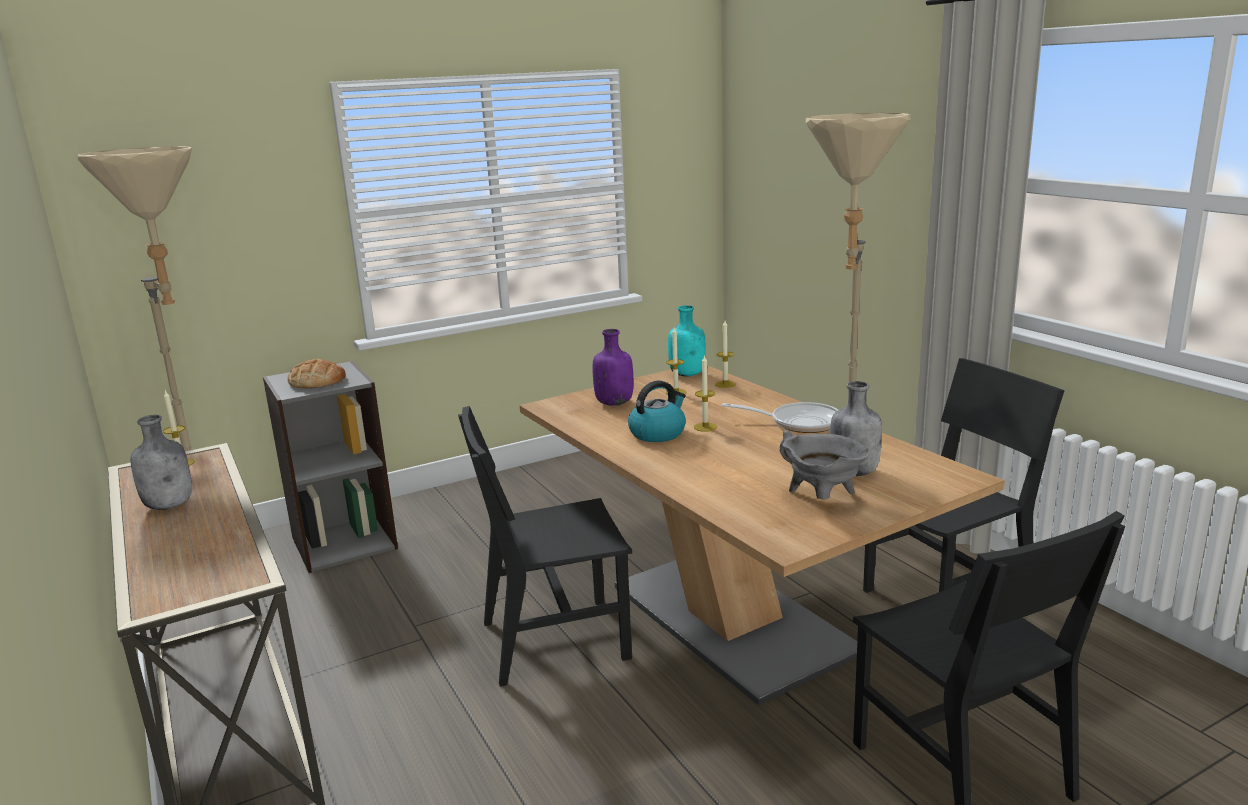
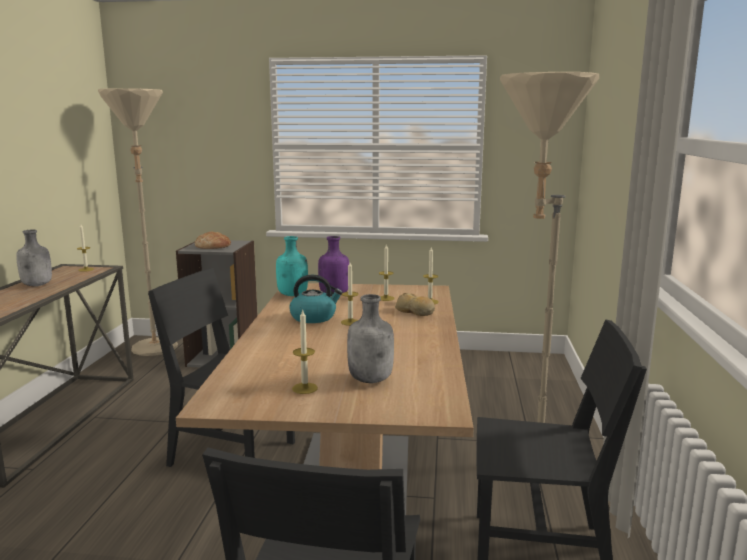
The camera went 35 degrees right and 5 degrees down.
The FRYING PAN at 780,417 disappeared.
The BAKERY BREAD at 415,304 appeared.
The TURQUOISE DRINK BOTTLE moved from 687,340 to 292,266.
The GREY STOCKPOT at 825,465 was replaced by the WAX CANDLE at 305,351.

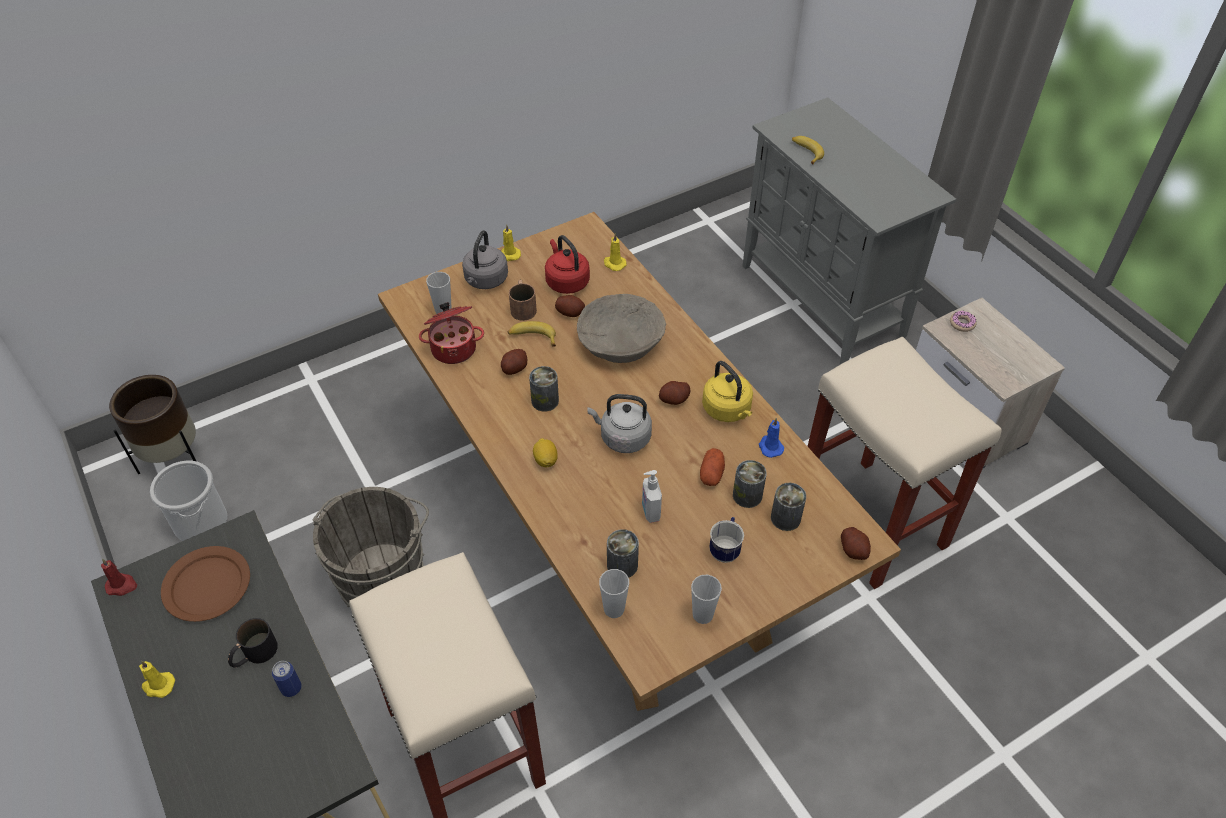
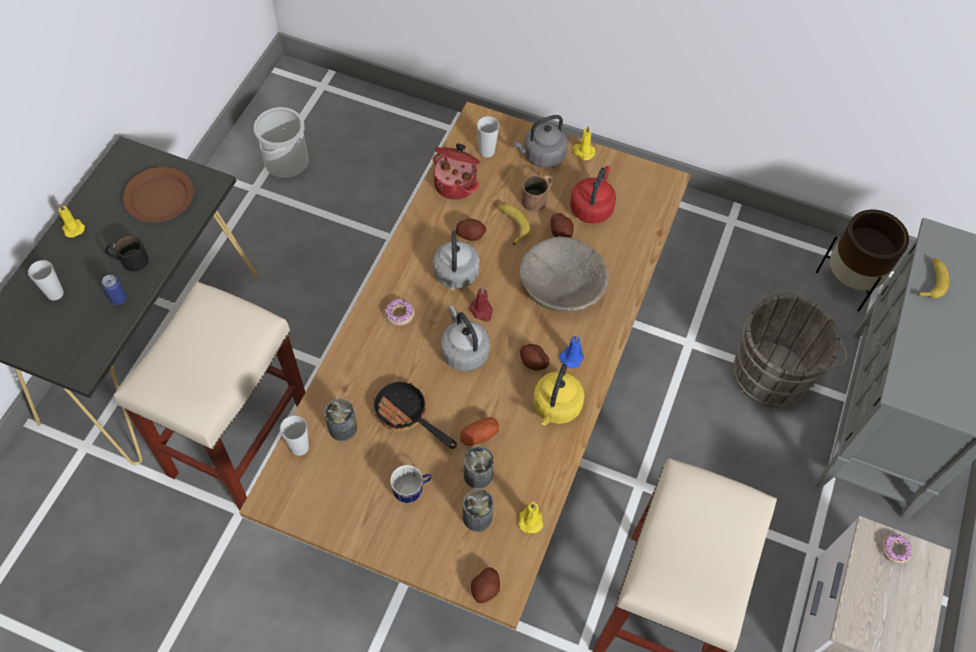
The camera went 50 degrees right and 10 degrees up.
The RED-COLOURED WAX CANDLE moved from 119,577 to 481,304.
The BROWN FLOWER POT moved from 152,424 to 862,260.
The GREY PAIL moved from 371,547 to 790,349.
The YELLOWISH WAX CANDLE moved from 615,252 to 530,517.
The SMALL CUP moved from 706,599 to 46,280.
The BLUE WAX CANDLE moved from 772,438 to 572,351.
The SEALED CAN at 544,389 was replaced by the GREY WATER KETTLE at 456,260.
The WHOLE LEMON at 545,452 was replaced by the DOUGHNUT at 400,312.
The SOAP BOTTLE at 652,496 was replaced by the FRYING PAN at 414,414.

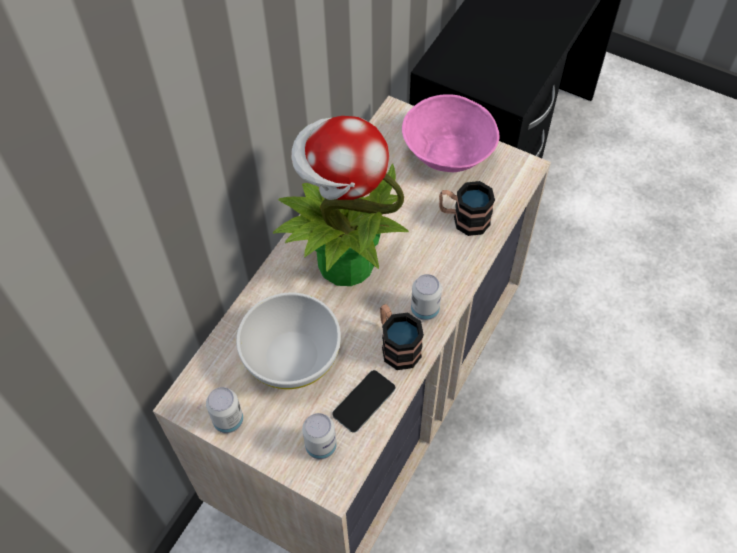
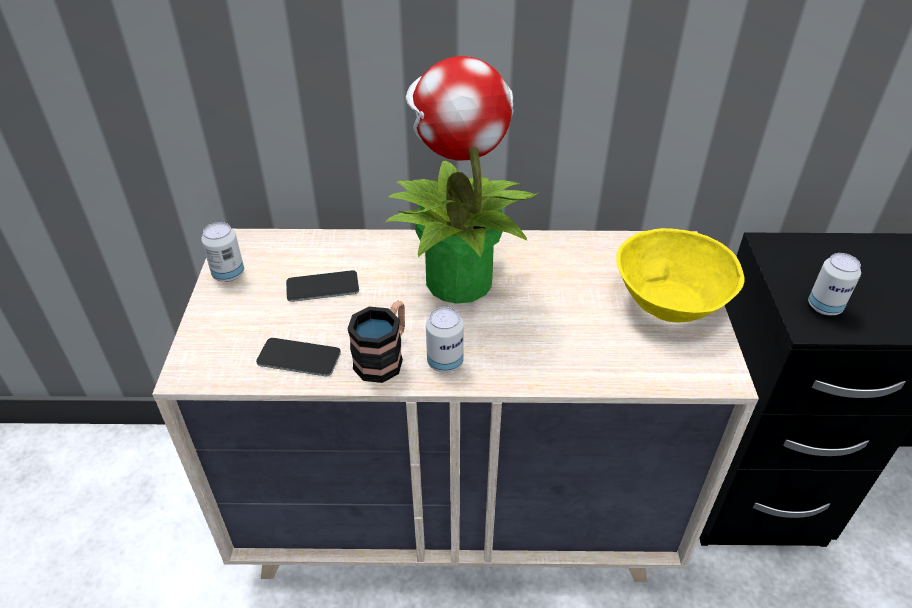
The camera went 60 degrees right and 15 degrees down.
The MUG at 467,208 disappeared.
The SEALED CAN moved from 319,436 to 834,284.
The WHITE-COLOURED SERVING BOWL at 288,341 was replaced by the PHONE at 322,286.
The PINK SERVING BOWL at 450,133 became the YELLOWISH SERVING BOWL at 680,275.

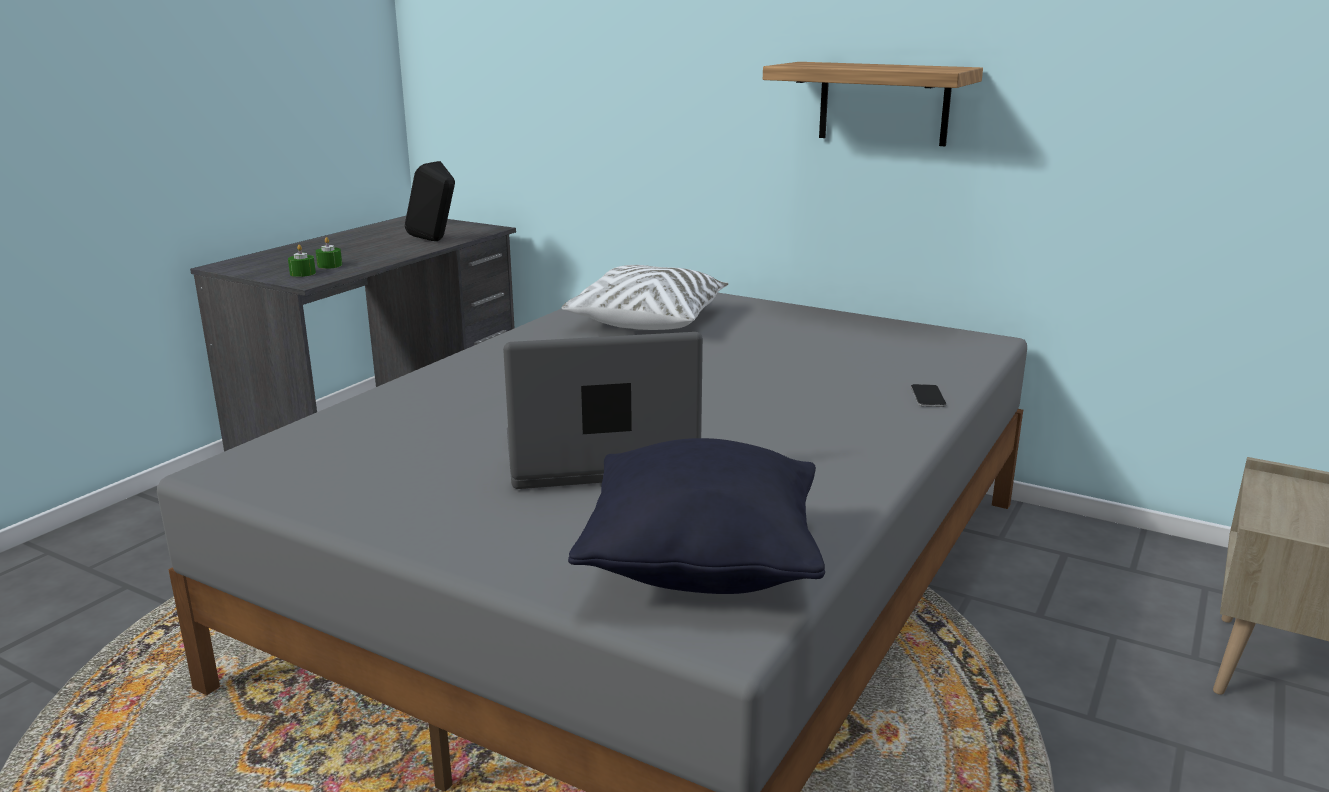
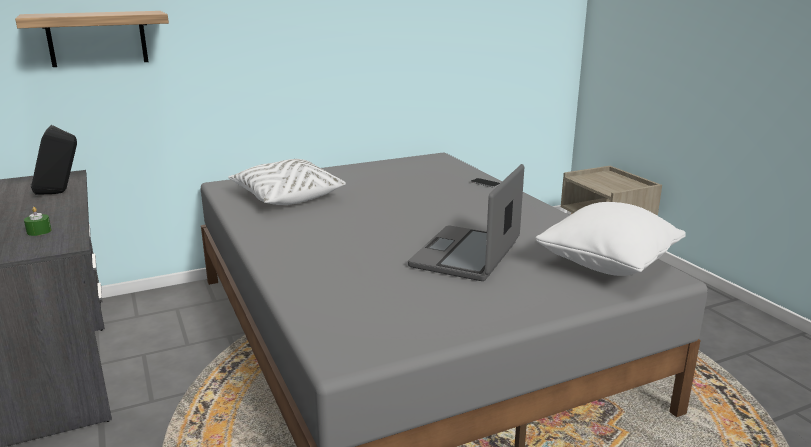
The camera went 55 degrees left and 0 degrees up.
The GREENISH WAX CANDLE at 302,260 disappeared.
The BRACKET SHELF moved from 873,104 to 92,39.
The BLACK CUSHION at 696,516 became the WHITE-COLOURED CUSHION at 611,239.

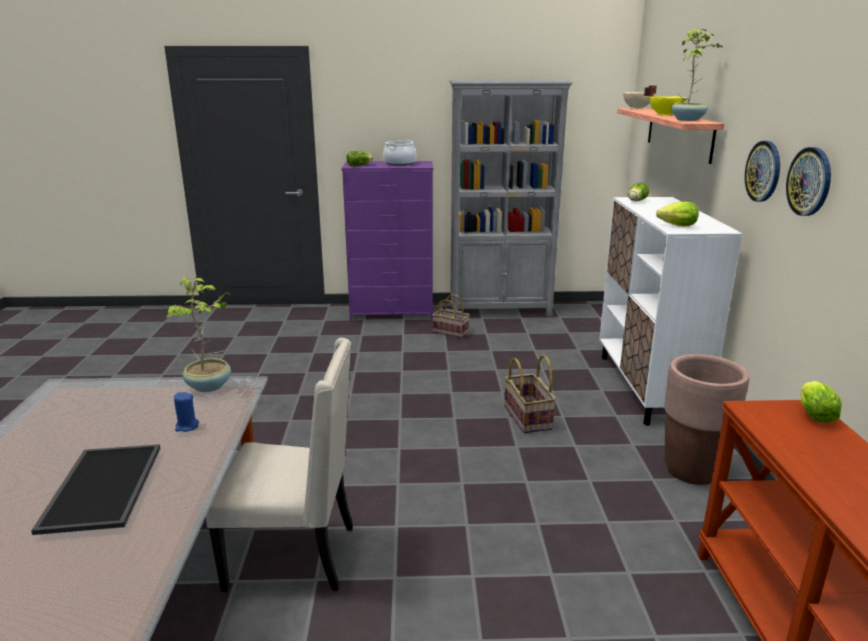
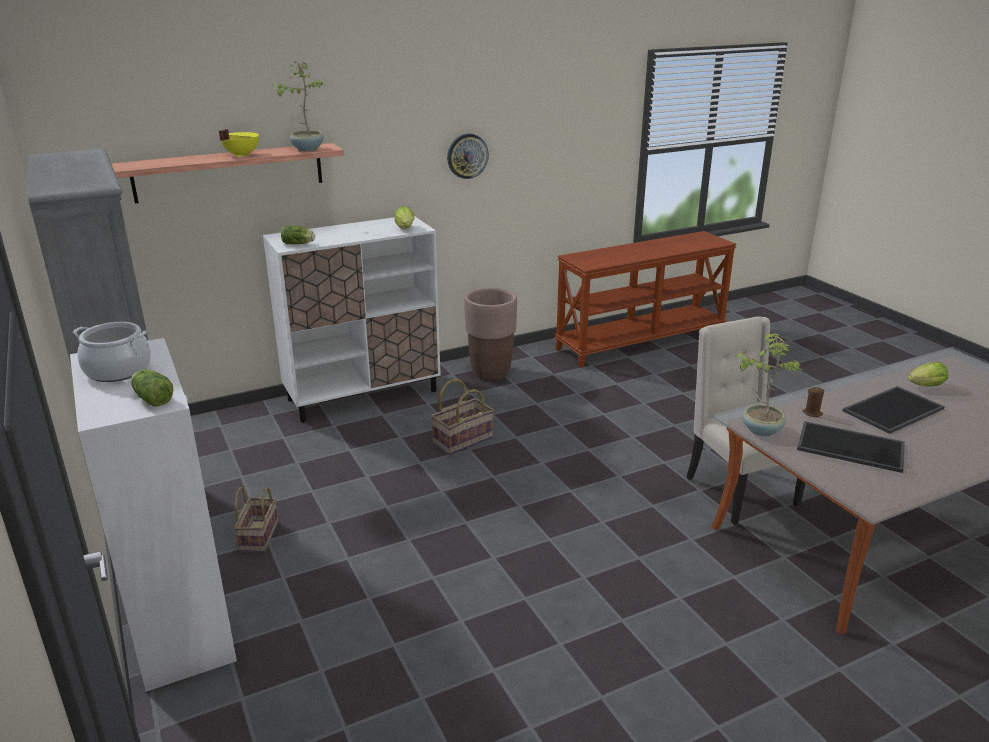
The camera went 115 degrees left and 5 degrees up.
The BEIGE STOCKPOT at 640,97 disappeared.
The HANGING CLOCK at 762,171 disappeared.
The CARRYING TRAY at 851,447 appeared.
The LETTUCE moved from 821,402 to 928,374.
The BLUE WAX CANDLE at 186,412 became the BROWN WAX CANDLE at 813,402.
The PURPLE CHEST OF DRAWERS at 387,241 became the WHITE-COLOURED CHEST OF DRAWERS at 153,515.

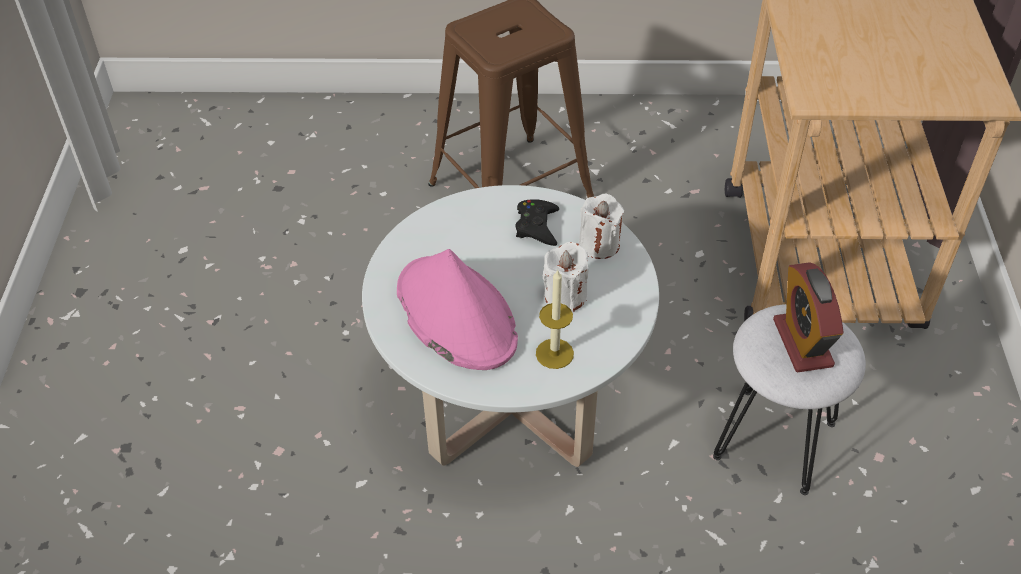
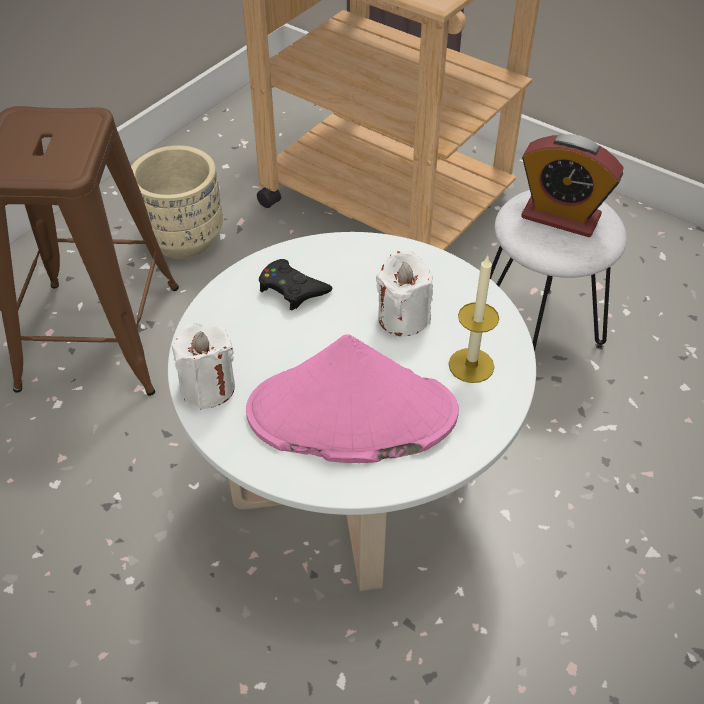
The camera went 55 degrees left and 0 degrees up.
The BEIGE FLOWER POT at 177,202 appeared.
The WHITE-COLOURED WAX CANDLE moved from 601,226 to 203,366.

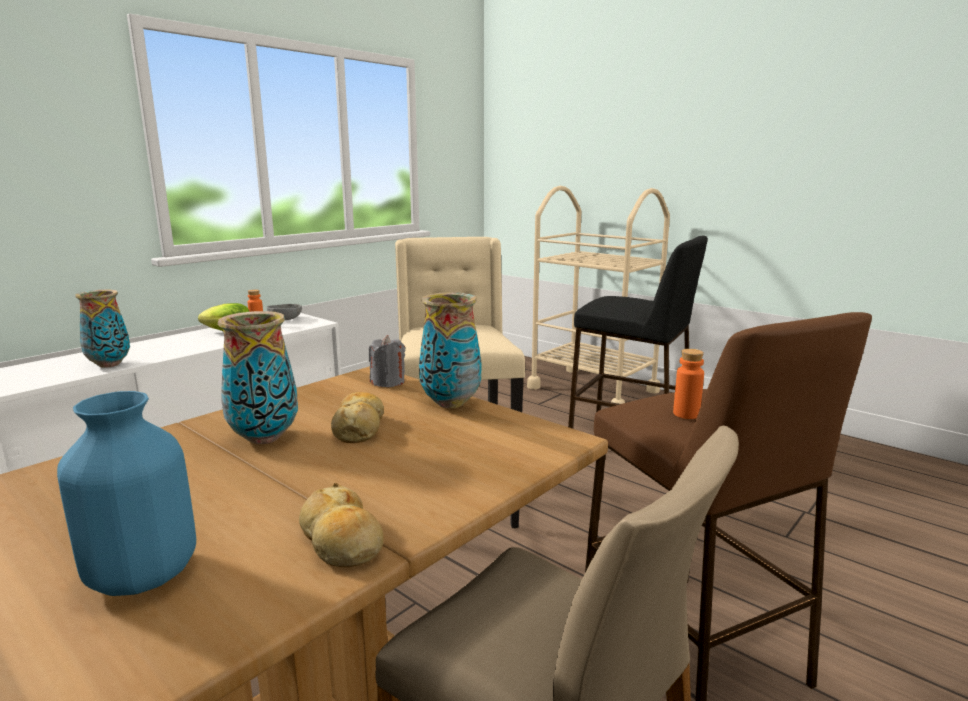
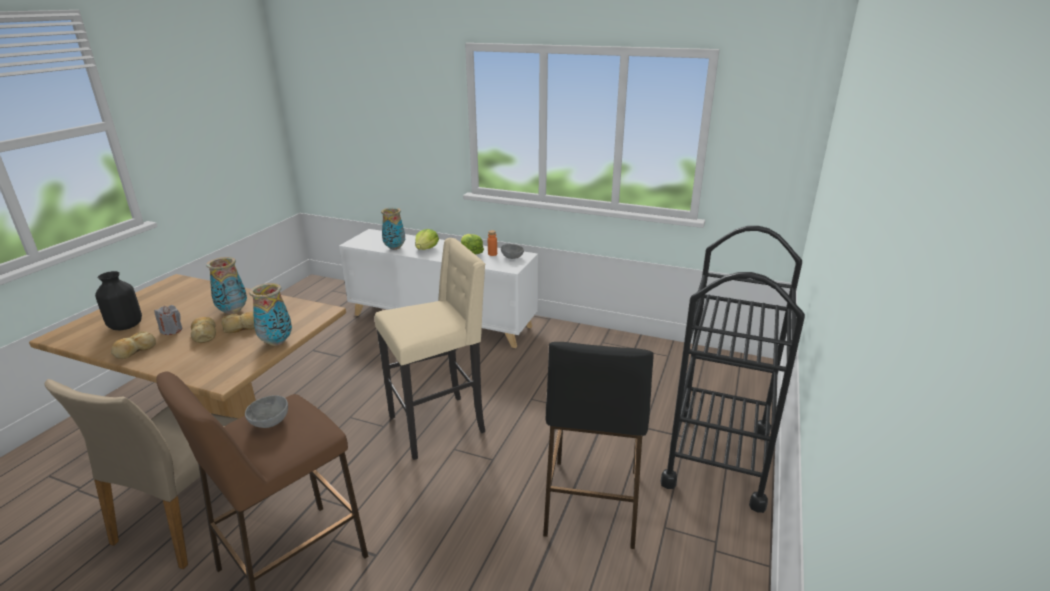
The camera went 70 degrees right and 10 degrees up.
The BAKERY BREAD at 203,330 appeared.
The LETTUCE at 427,239 appeared.
The GREY WAX CANDLE moved from 387,361 to 168,320.
The ORANGE DRINK BOTTLE at 688,384 was replaced by the GREY SERVING BOWL at 266,411.
The BLUE FLOWER VASE at 126,493 became the BLACK FLOWER VASE at 118,300.
The BEIGE CART at 598,295 became the BLACK CART at 733,369.

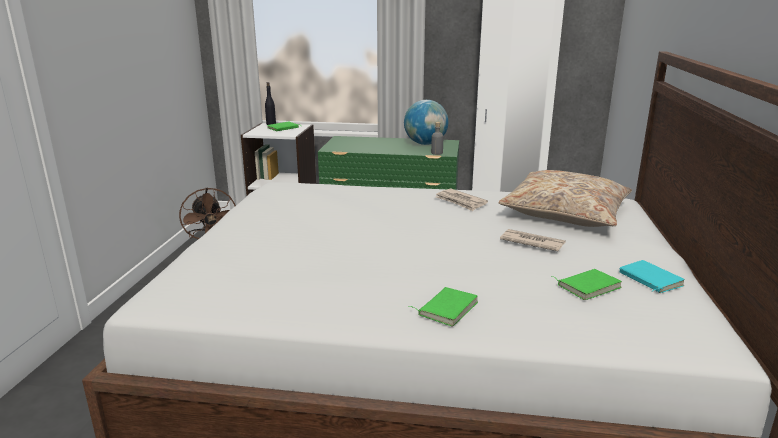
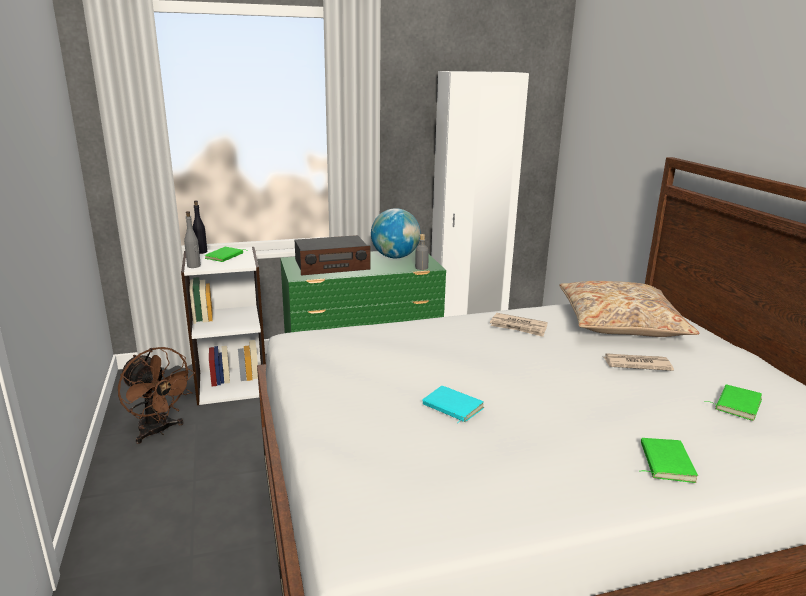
The camera went 25 degrees left and 0 degrees up.
The GREY DRINK BOTTLE at 192,239 appeared.
The RADIO RECEIVER at 333,255 appeared.
The TURQUOISE BOUND BOOK moved from 652,276 to 453,404.

